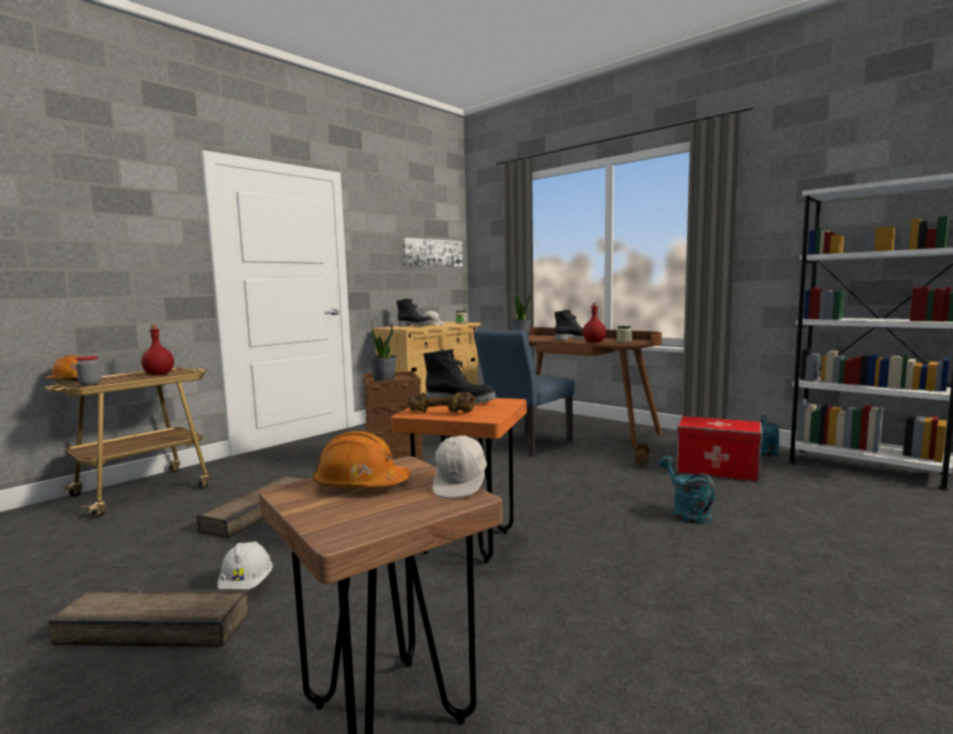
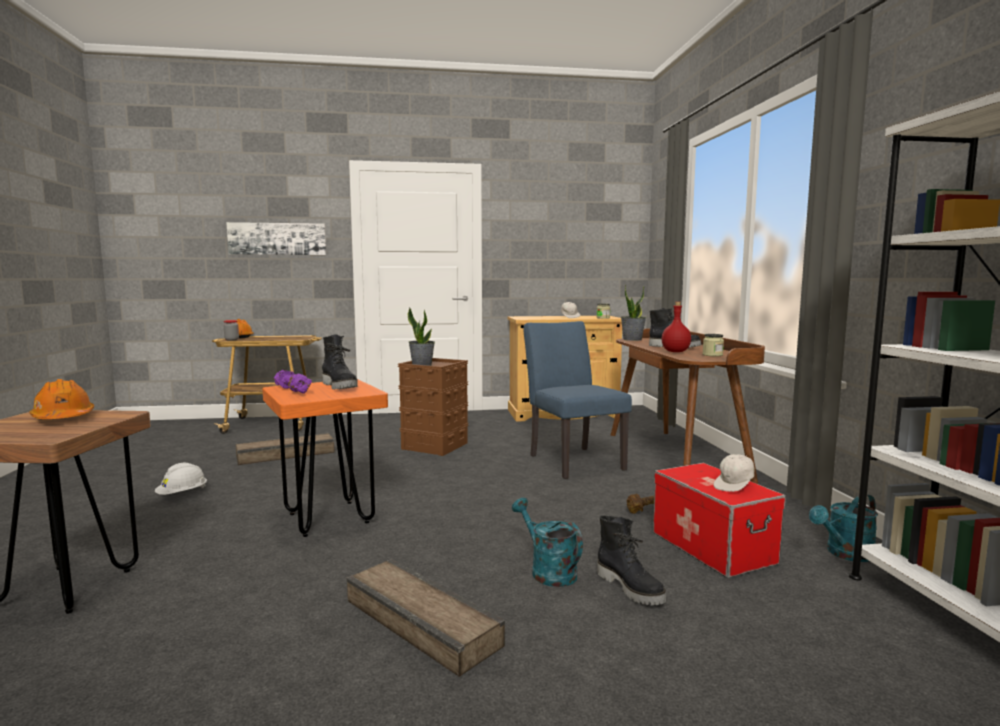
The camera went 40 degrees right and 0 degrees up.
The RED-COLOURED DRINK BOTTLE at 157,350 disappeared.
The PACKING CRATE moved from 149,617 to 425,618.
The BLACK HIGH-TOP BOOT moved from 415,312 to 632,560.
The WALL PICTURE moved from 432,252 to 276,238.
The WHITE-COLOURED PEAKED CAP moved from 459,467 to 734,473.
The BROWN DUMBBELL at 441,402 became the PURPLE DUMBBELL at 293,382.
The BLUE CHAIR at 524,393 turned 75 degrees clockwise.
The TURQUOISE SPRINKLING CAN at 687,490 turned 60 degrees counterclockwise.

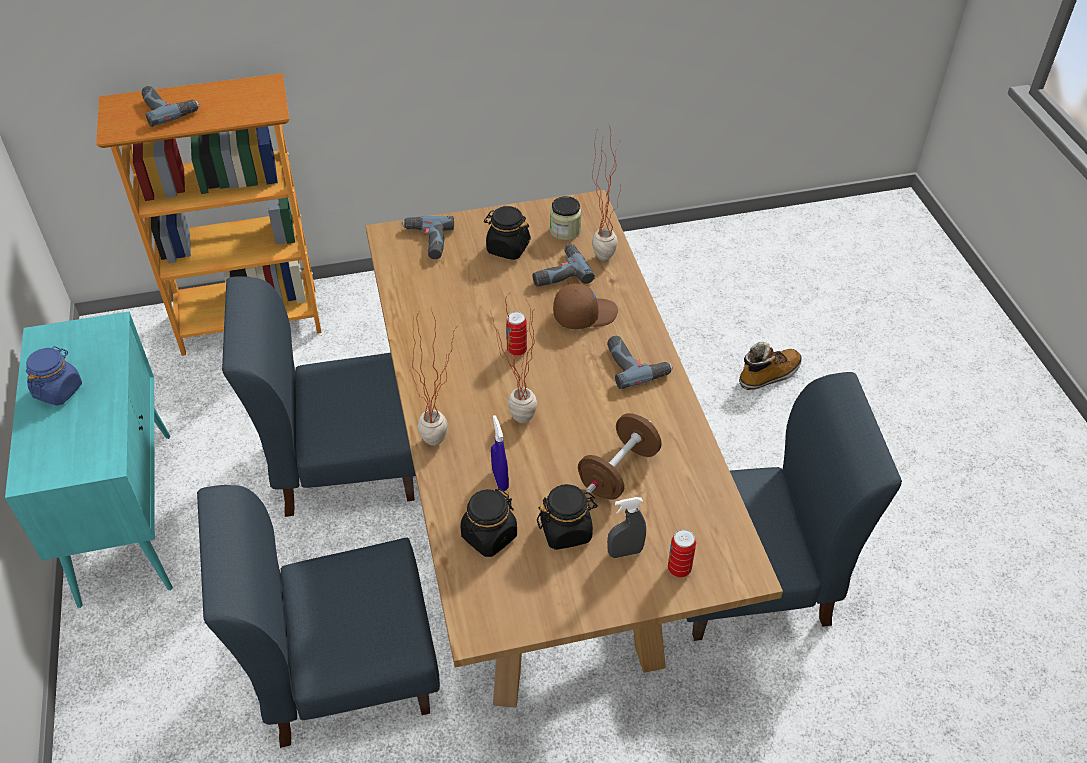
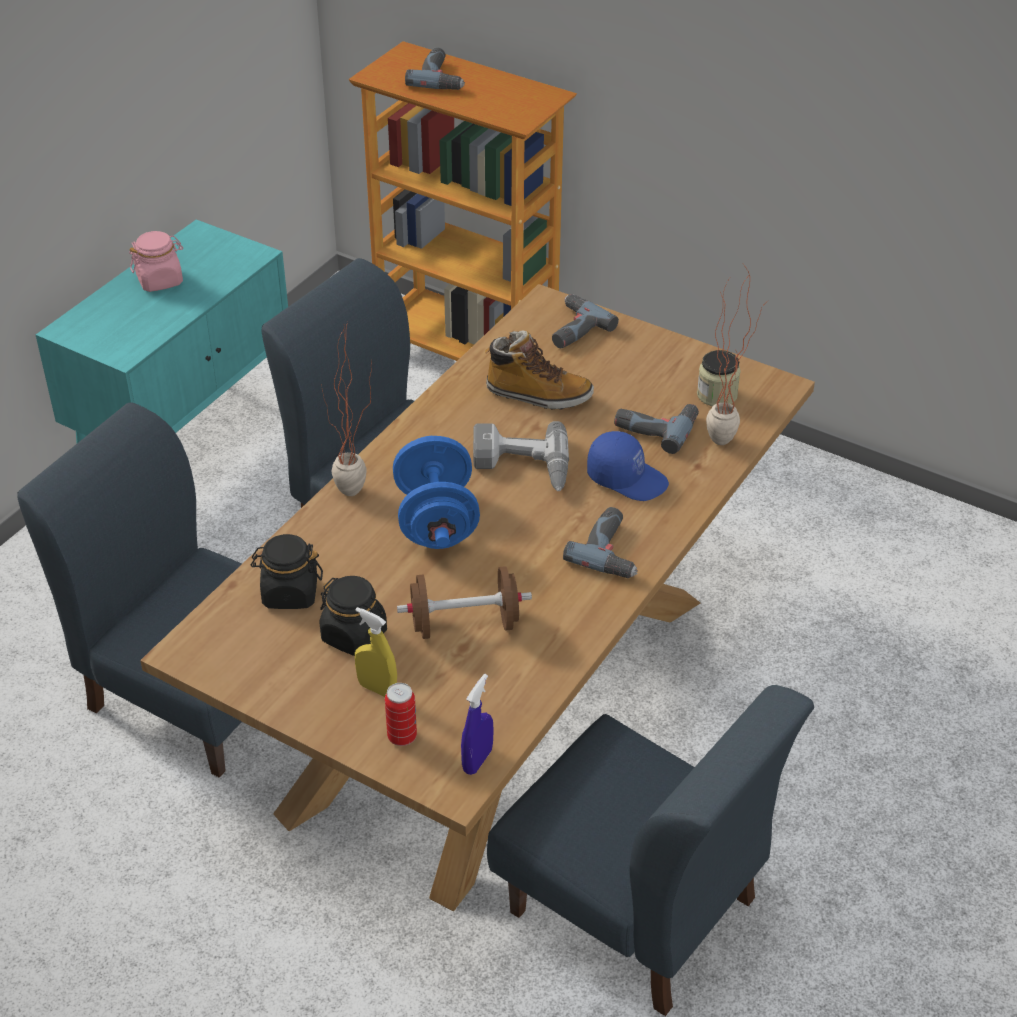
The camera went 45 degrees right and 5 degrees down.
The BLACK JAR at 507,233 disappeared.
The BLUE HAND SPRAYER moved from 500,453 to 477,724.
The HIGH-TOP BOOT moved from 770,366 to 539,370.
The PLANT IN A POT at 513,357 was replaced by the BLUE DUMBBELL at 436,492.
The SEALED CAN at 516,333 was replaced by the POWER DRILL at 521,456.
The BLUE JAR at 54,376 became the PINK JAR at 156,261.
The BROWN PEAKED CAP at 585,306 became the BLUE PEAKED CAP at 628,466.
The GREY HAND SPRAYER at 626,527 became the YELLOWISH HAND SPRAYER at 376,652.

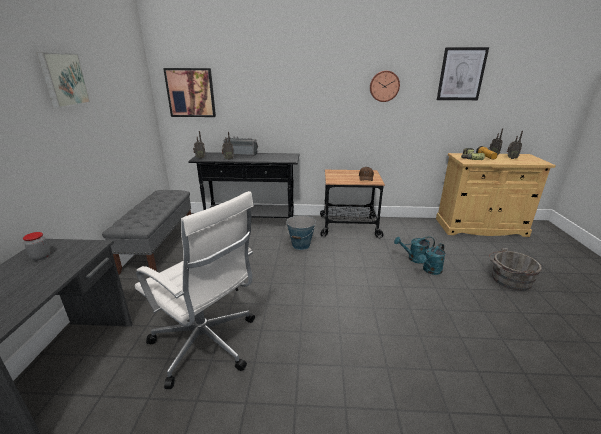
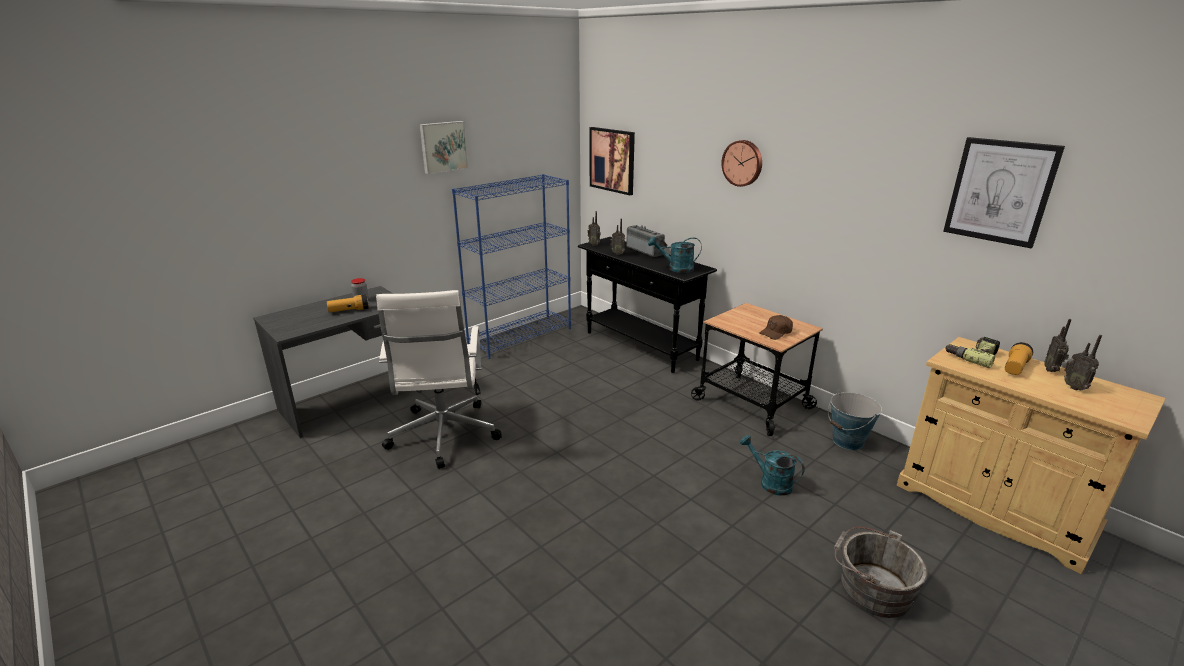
The camera went 45 degrees right and 0 degrees up.
The TORCH at 348,303 appeared.
The PAIL moved from 301,232 to 855,420.
The HANGING CLOCK moved from 385,86 to 741,163.
The TURQUOISE SPRINKLING CAN moved from 432,259 to 675,255.
The GREY LONG SEAT at 146,232 was replaced by the BLUE BOOKCASE at 511,266.

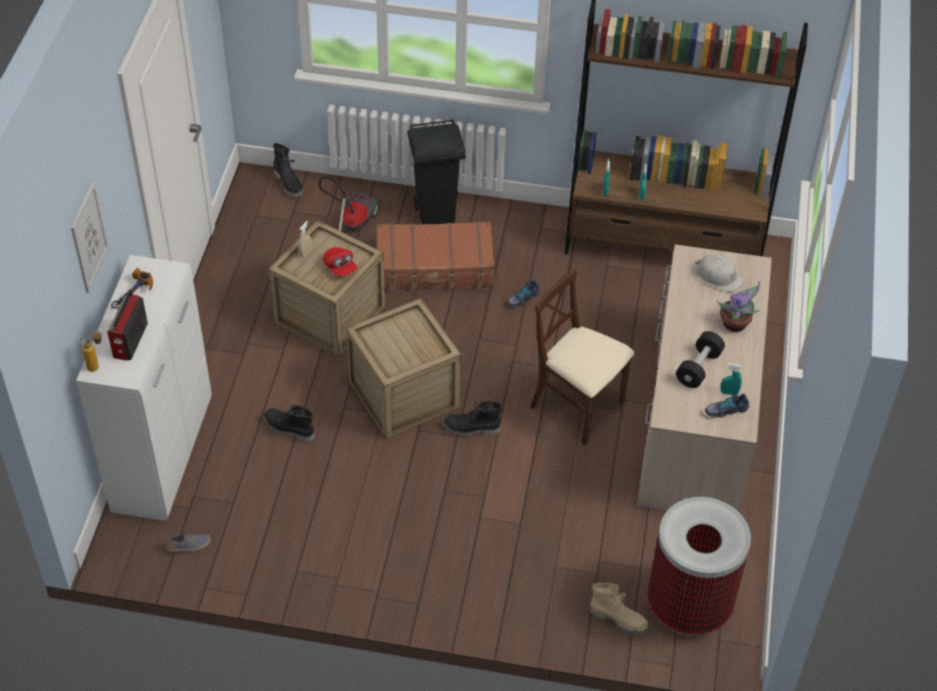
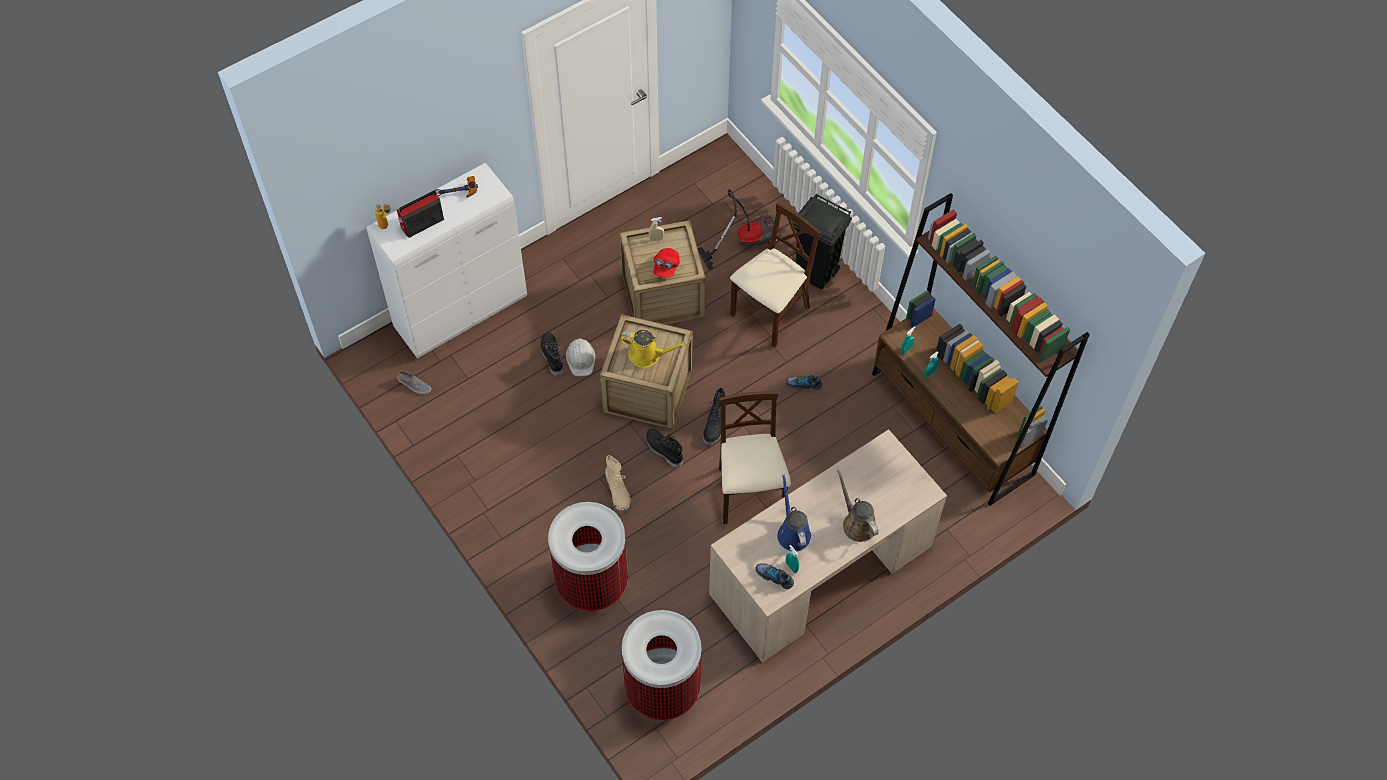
The camera went 45 degrees right and 10 degrees up.
The WALL PICTURE at 90,237 disappeared.
The RUBBISH BIN at 588,556 appeared.
The YELLOWISH SPRINKLING CAN at 653,349 appeared.
The BLACK HIGH-TOP BOOT moved from 288,170 to 714,417.
The BEIGE HIGH-TOP BOOT moved from 619,609 to 618,484.
The WHITE-COLOURED WORK HELMET moved from 719,273 to 580,356.
The BROWN SUITCASE at 435,255 was replaced by the BEIGE CHAIR at 775,275.
The BLACK DUMBBELL at 700,359 was replaced by the BLUE SPRINKLING CAN at 794,513.
The PLANT IN A POT at 738,306 was replaced by the BROWN SPRINKLING CAN at 858,505.

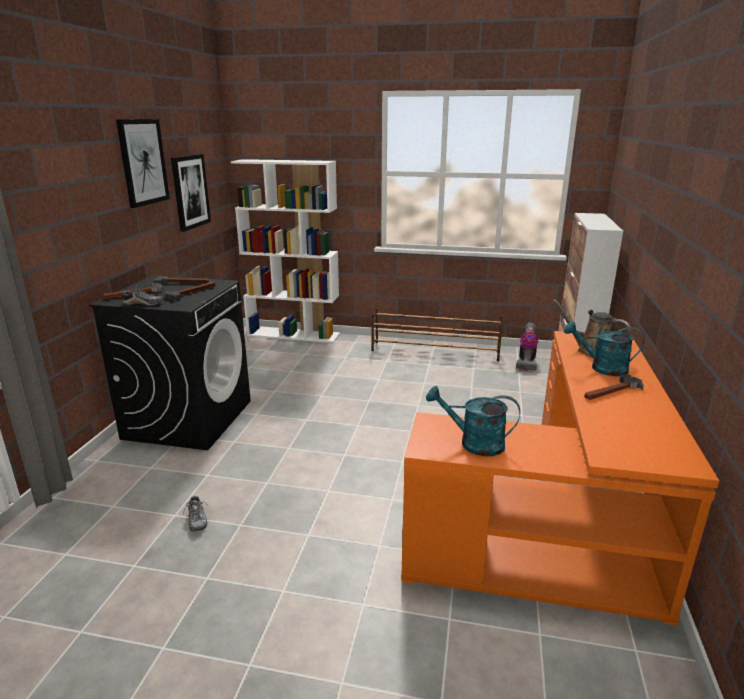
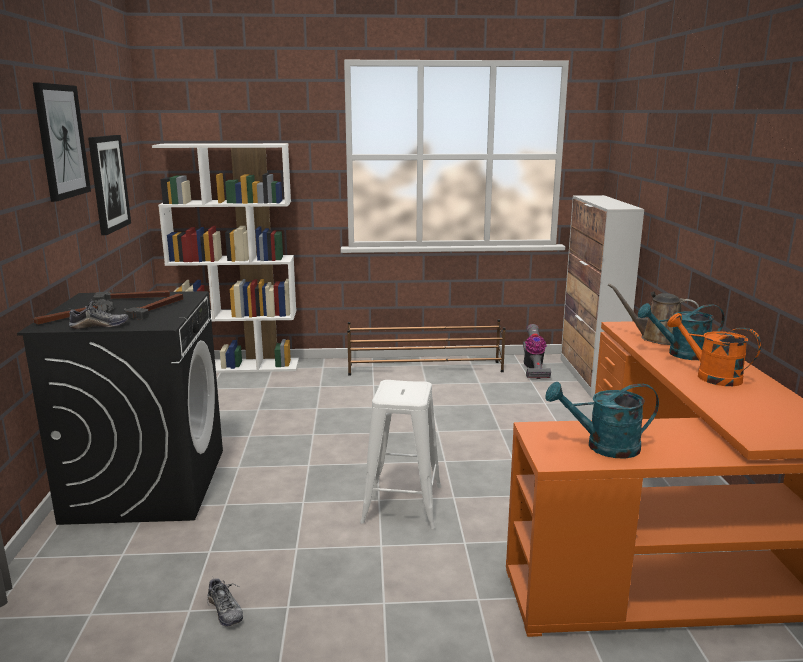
The camera went 15 degrees left and 5 degrees down.
The WHITE-COLOURED STOOL at 401,454 appeared.
The TOOL HAMMER at 614,387 was replaced by the ORANGE SPRINKLING CAN at 714,349.

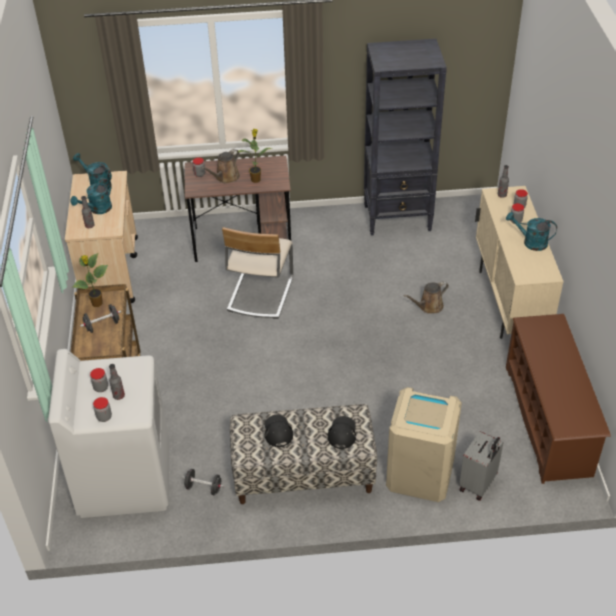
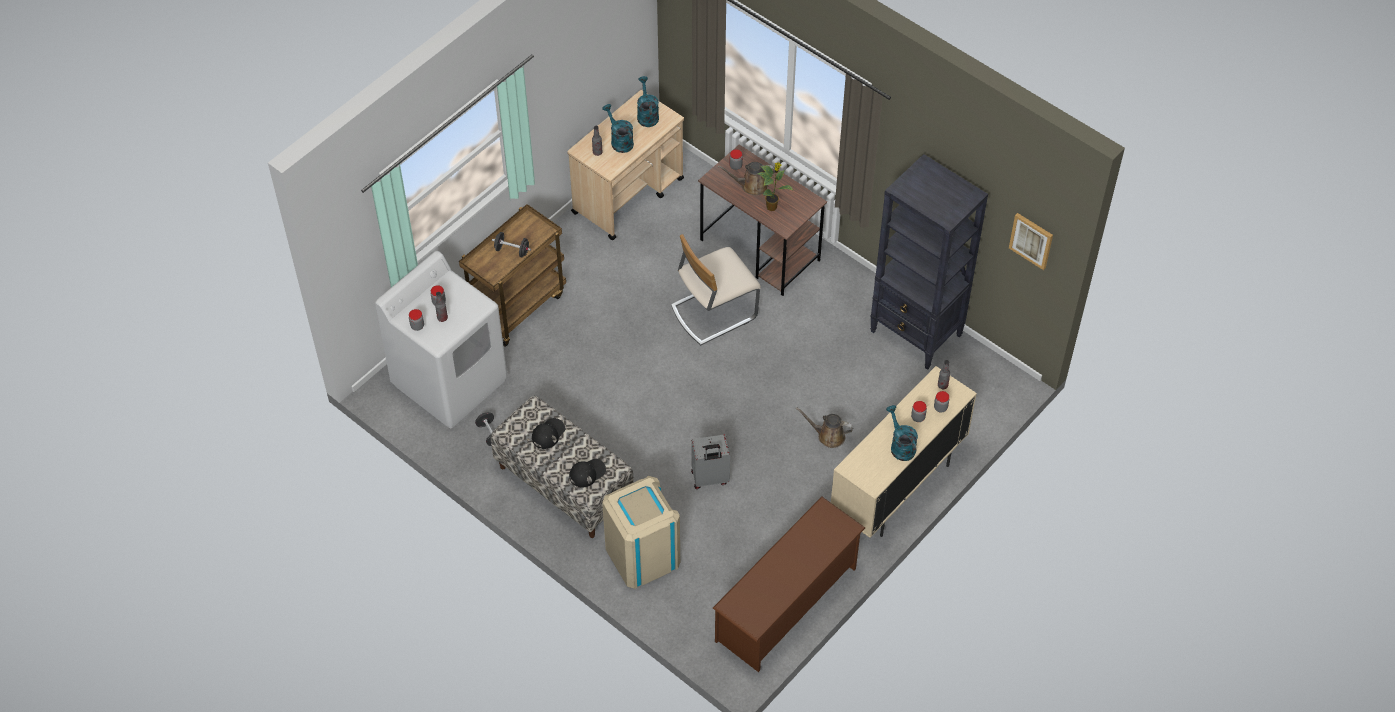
The camera went 45 degrees right and 10 degrees up.
The PLANT IN A POT at 90,280 disappeared.
The WALL PICTURE at 1031,241 appeared.
The GREY SUITCASE moved from 481,465 to 710,462.
The TURQUOISE SPRINKLING CAN at 91,196 turned 60 degrees clockwise.

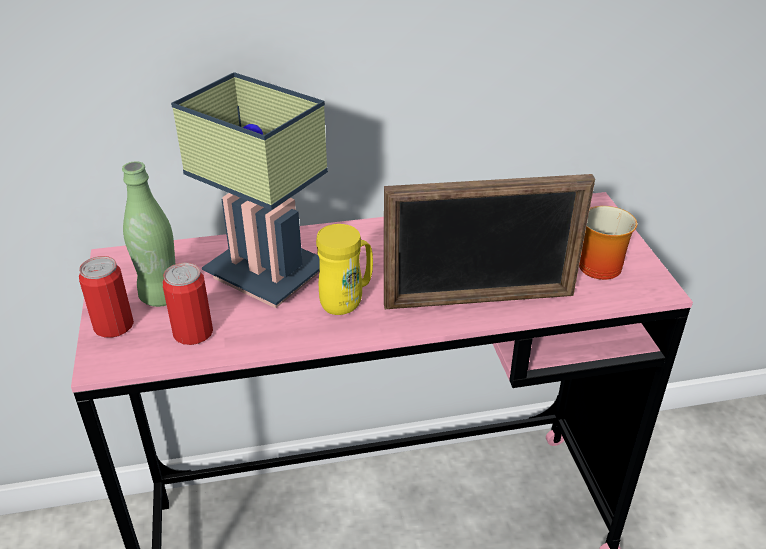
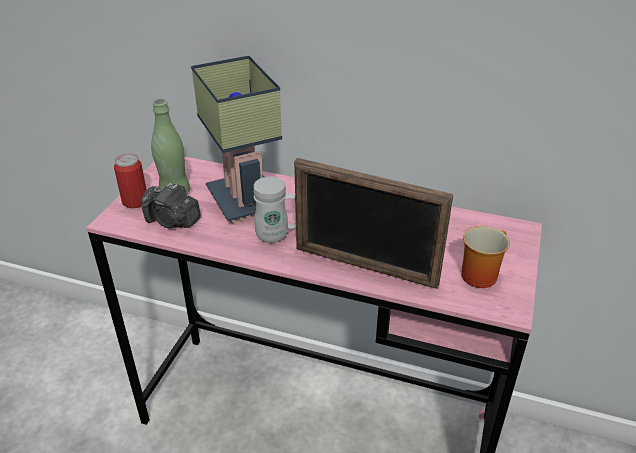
The camera went 30 degrees right and 0 degrees up.
The SEALED CAN at 188,304 was replaced by the STILL CAMERA at 171,205.
The YELLOWISH MUG at 344,269 became the WHITE-COLOURED MUG at 274,210.

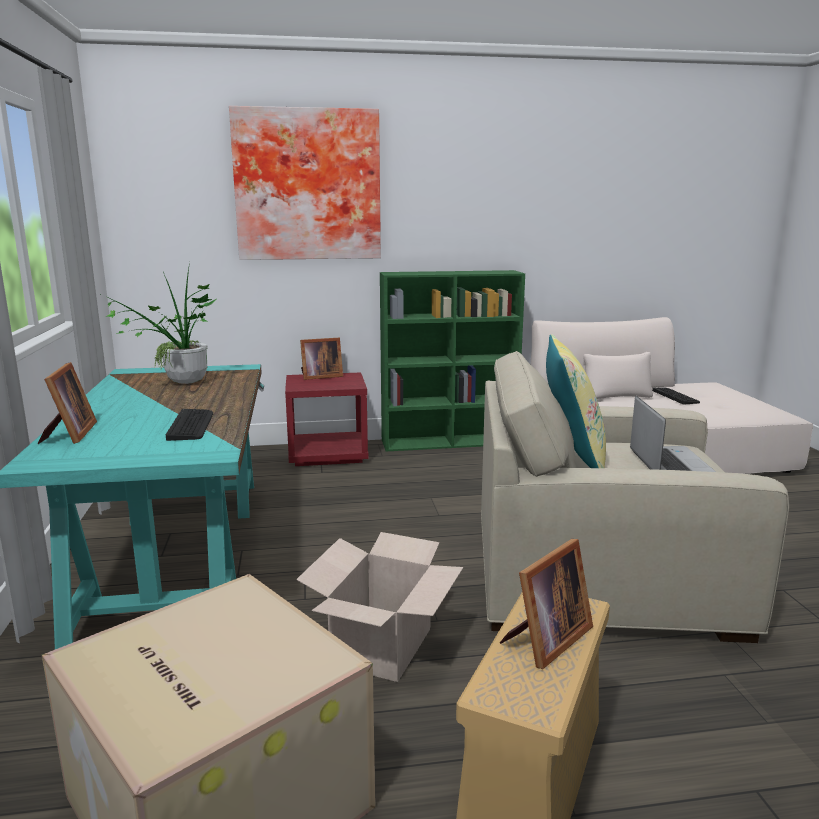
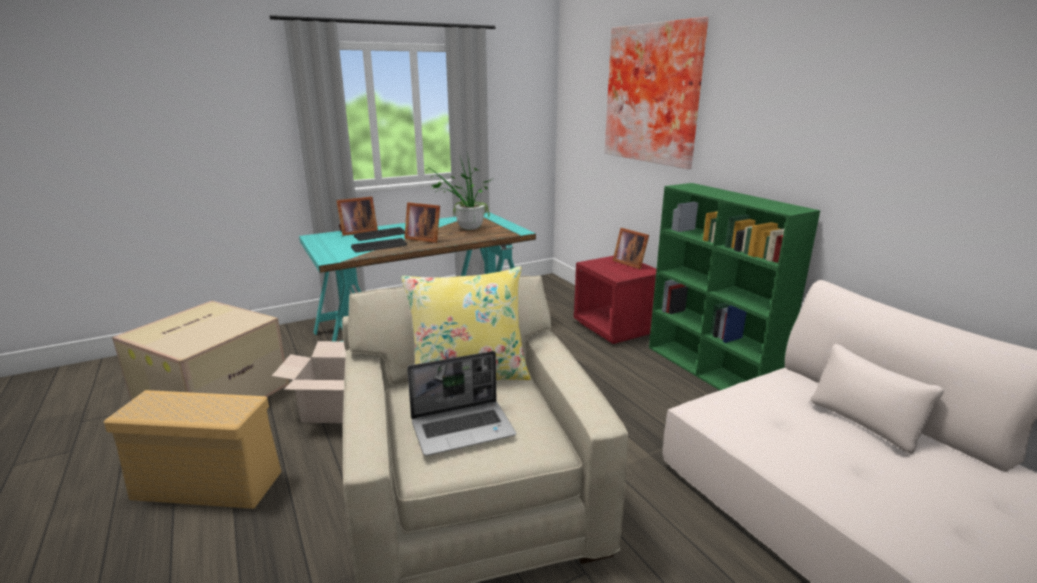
The camera went 70 degrees right and 5 degrees up.
The PICTURE FRAME moved from 546,604 to 422,222.
The KEYBOARD moved from 676,396 to 379,234.

